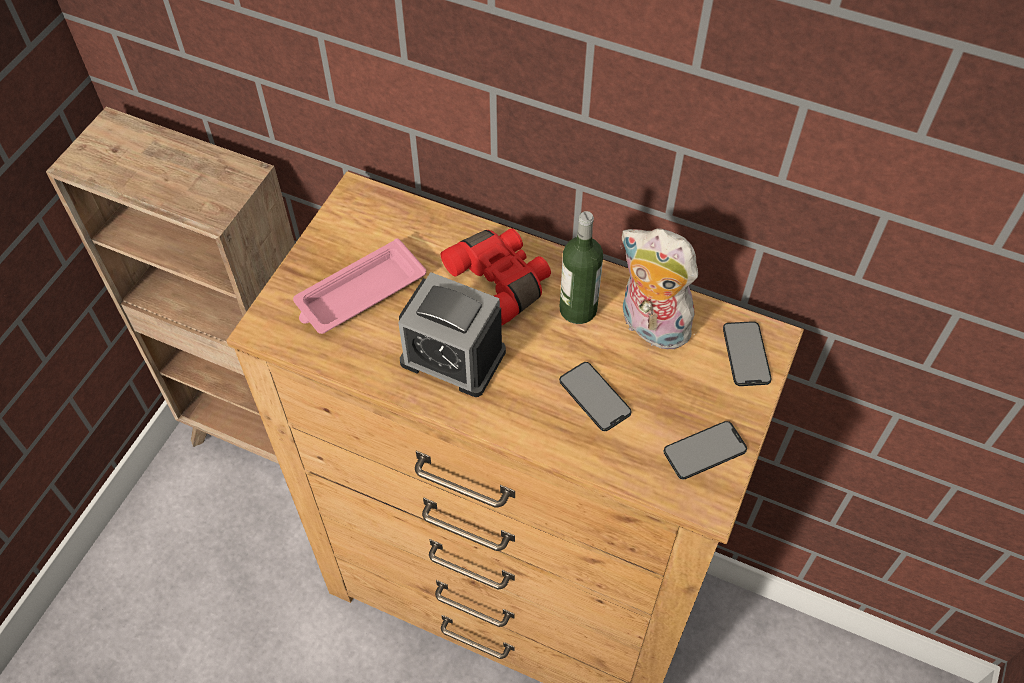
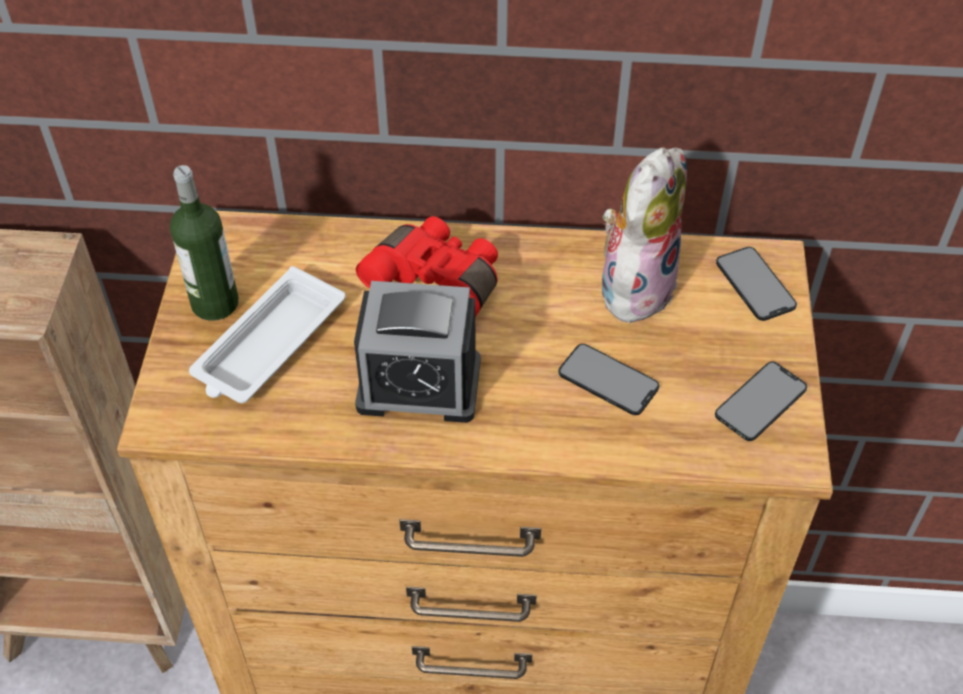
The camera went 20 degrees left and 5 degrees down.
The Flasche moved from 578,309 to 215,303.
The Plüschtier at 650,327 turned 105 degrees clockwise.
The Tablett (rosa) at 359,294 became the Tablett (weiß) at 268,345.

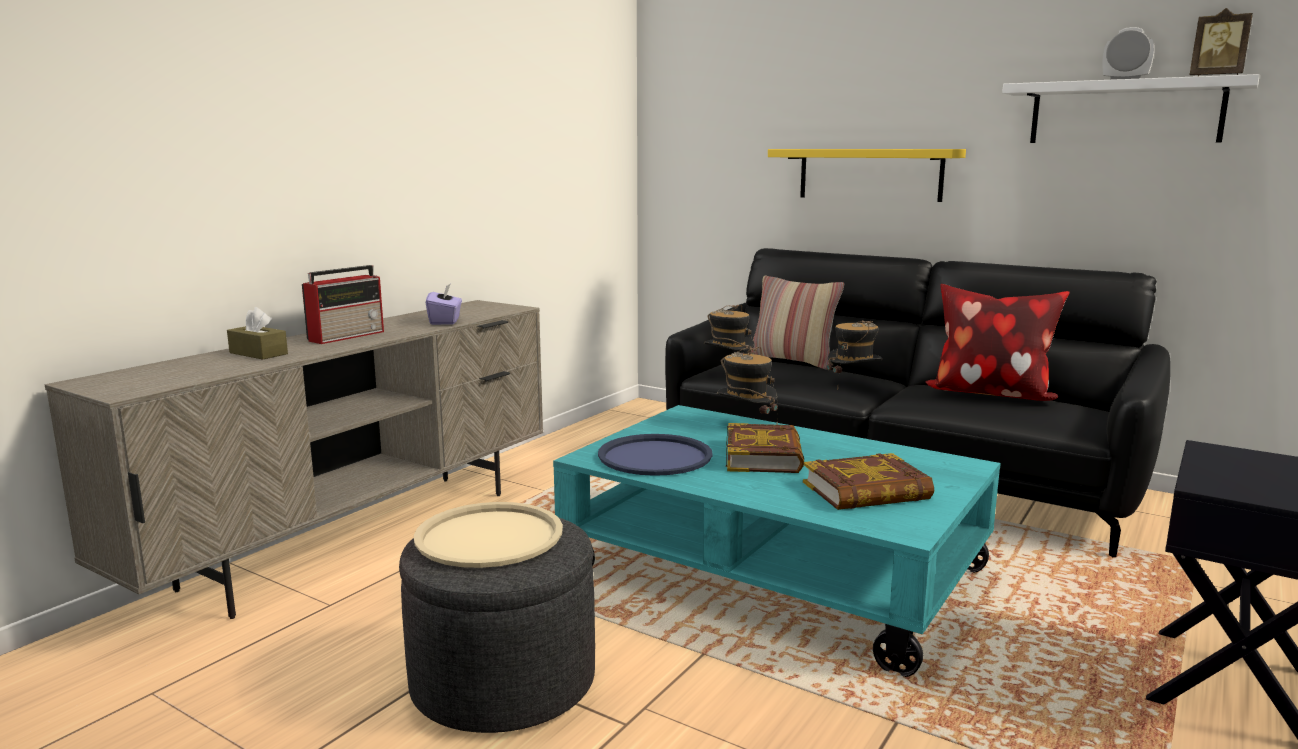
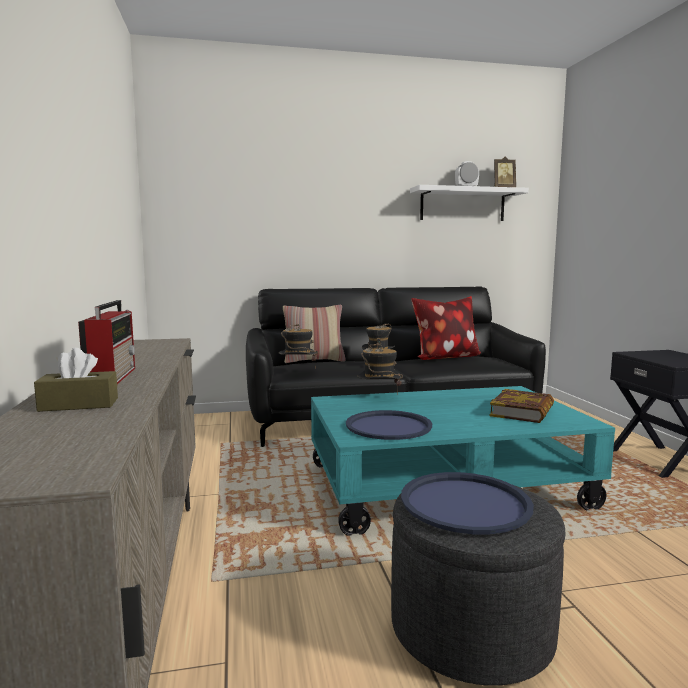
The camera went 45 degrees left and 5 degrees down.
The Wandregal (gelb) at 869,174 disappeared.
The Taschentuchbox (lila) at 445,321 disappeared.
The Buch at 764,456 disappeared.
The Tablett (beige) at 489,536 became the Tablett (blau) at 465,503.

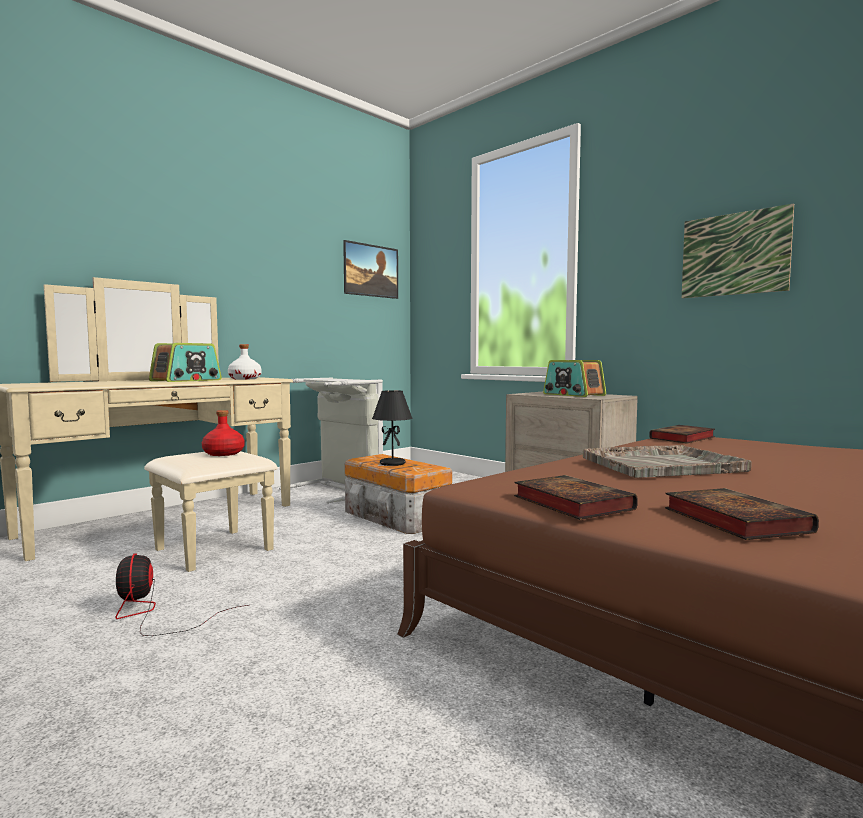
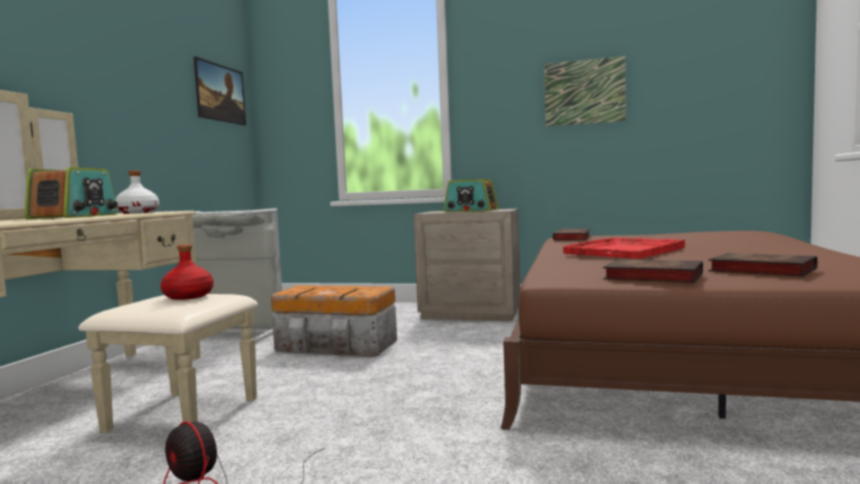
The camera went 30 degrees left and 0 degrees up.
The Tischlampe (schwarz) at 393,463 disappeared.
The Tablett (grau) at 663,464 became the Tablett (rot) at 625,250.

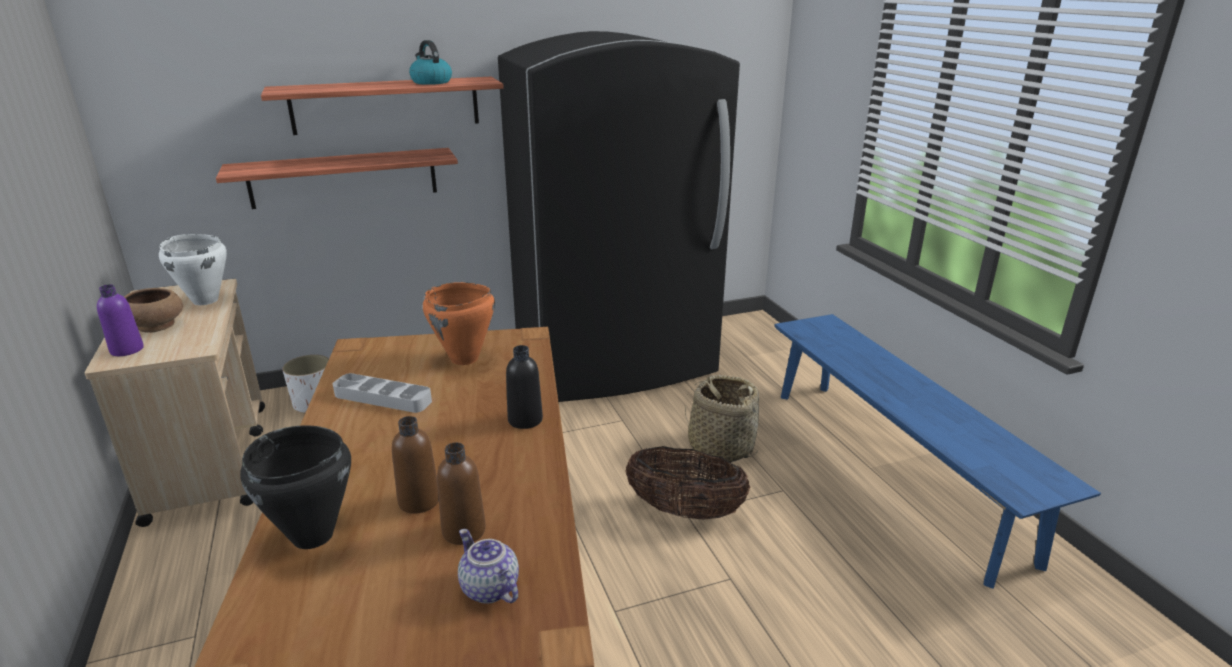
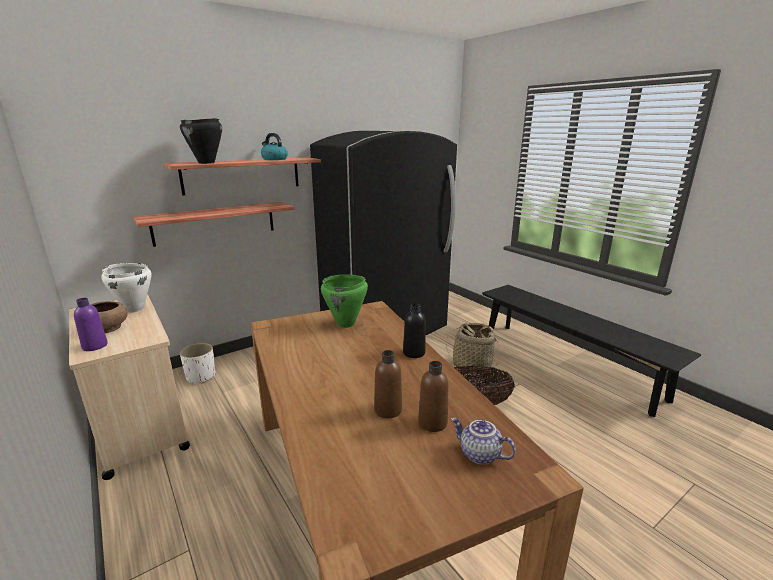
The camera went 15 degrees left and 5 degrees down.
The Kochtopf (orange) at 464,359 became the Kochtopf (grün) at 346,324.
The Bank (blau) at 891,468 became the Bank (schwarz) at 566,363.
The Tablett (grau) at 383,398 disappeared.
The Kochtopf (schwarz) moved from 313,536 to 206,163.

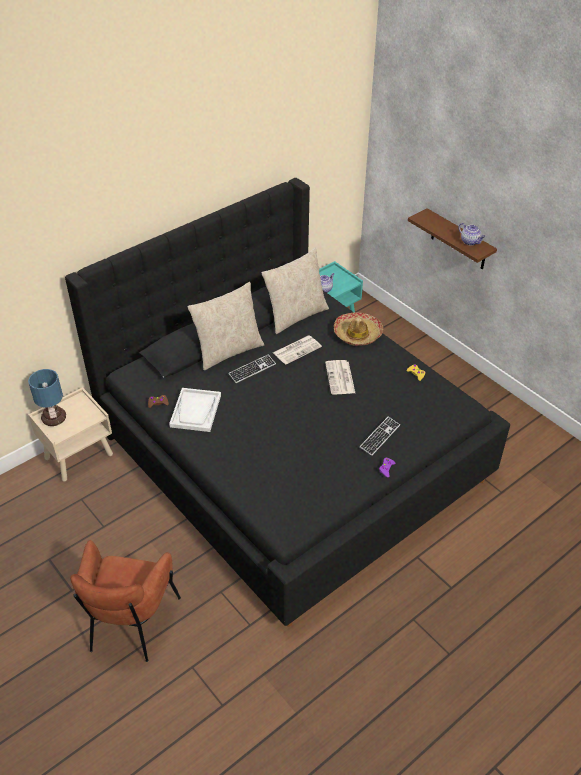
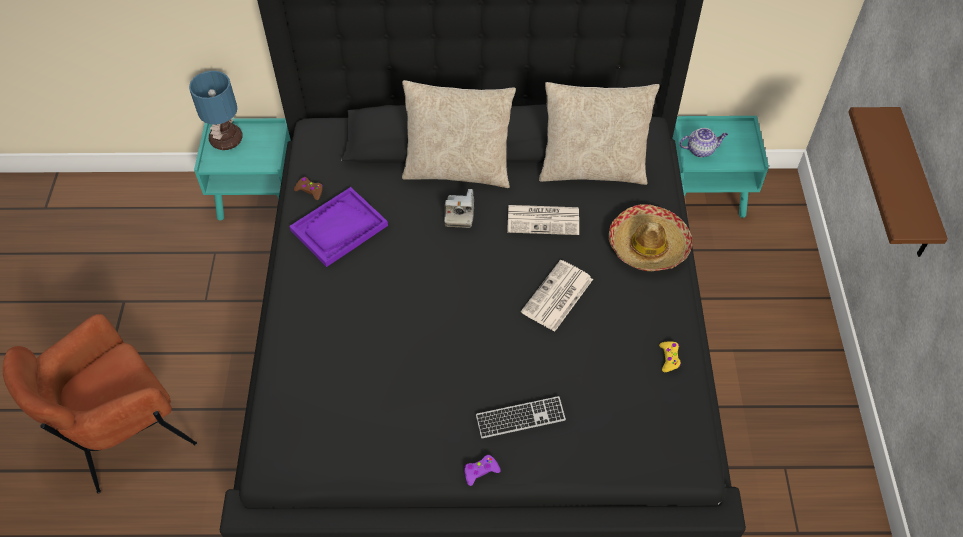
The camera went 40 degrees right and 10 degrees up.
The Teekanne at 470,242 disappeared.
The Tastatur at 252,369 was replaced by the Kamera at 459,213.
The Nachttisch (beige) at 79,456 became the Nachttisch (türkis) at 260,199.
The Tablett (weiß) at 196,411 became the Tablett (lila) at 339,228.

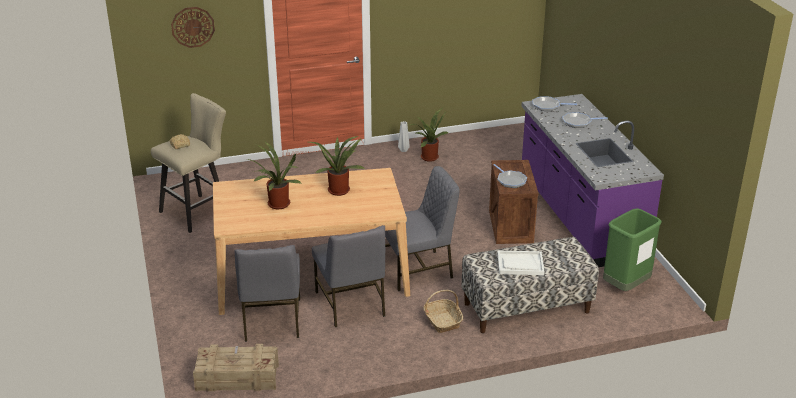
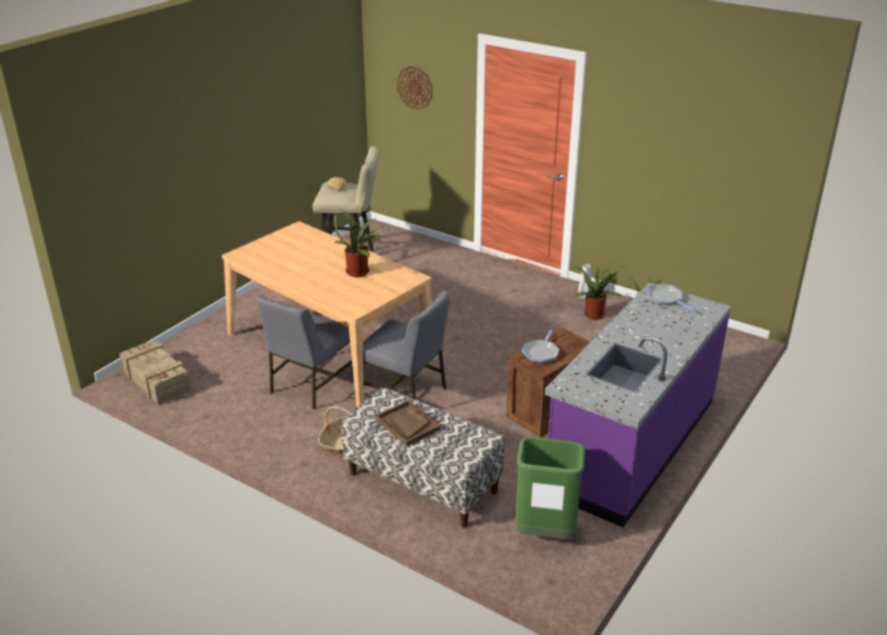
The camera went 50 degrees right and 0 degrees up.
The Pfanne at 578,122 disappeared.
The Topfpflanze at 277,205 disappeared.
The Stuhl (grau) at 271,320 disappeared.
The Tablett (weiß) at 520,264 became the Tablett (braun) at 407,424.

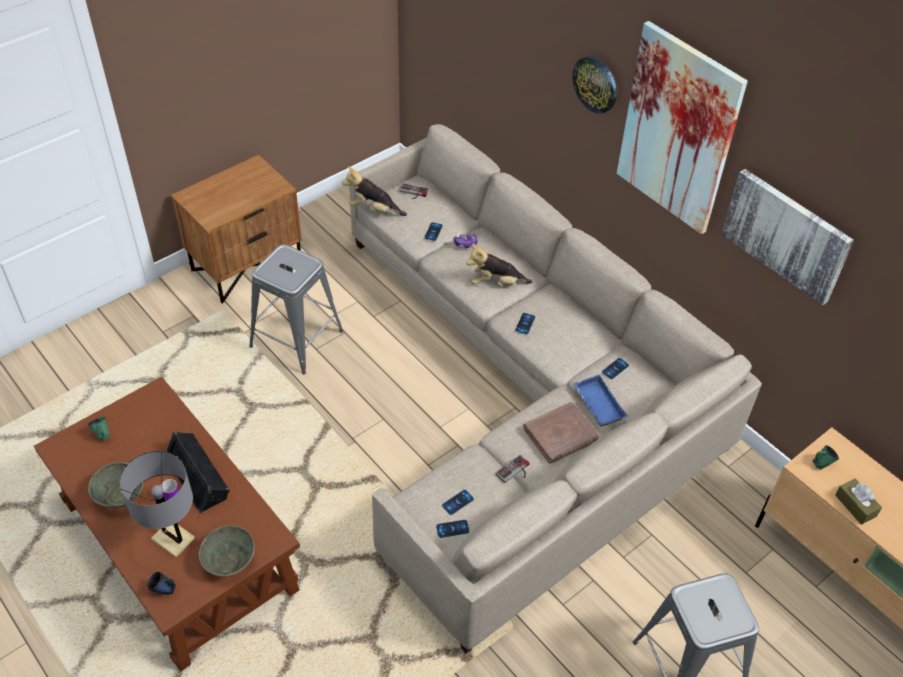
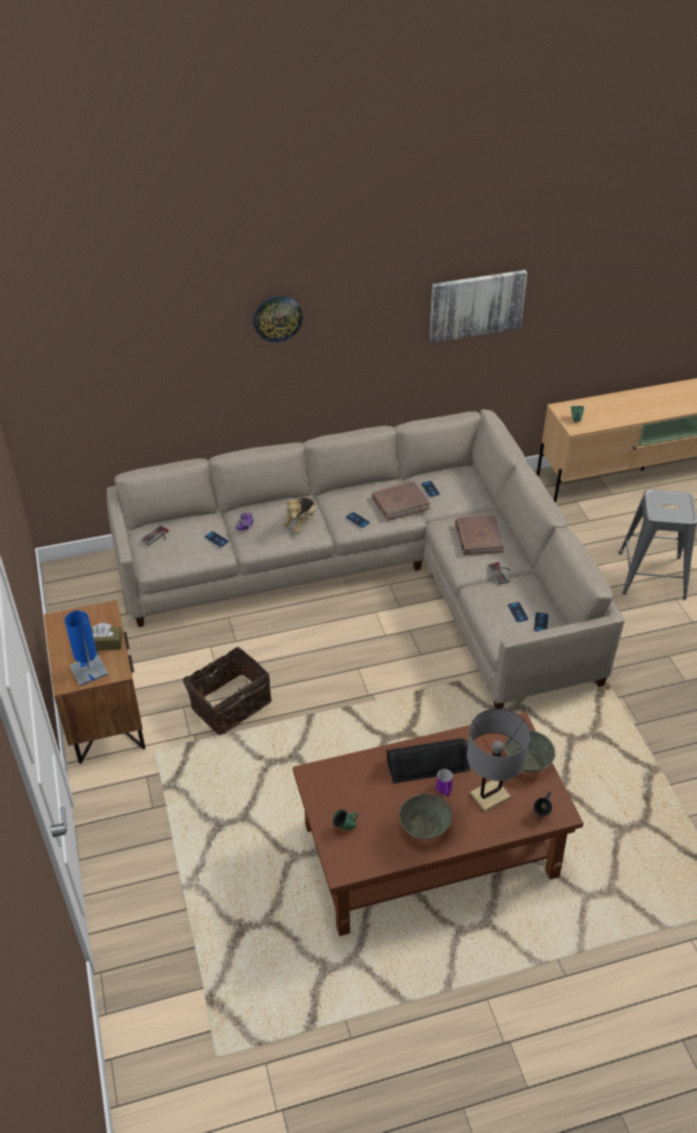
The camera went 65 degrees left and 5 degrees down.
The Bild at 678,130 disappeared.
The Plüschtier at 374,209 disappeared.
The Hocker (grau) at 296,339 was replaced by the Korb at 229,703.
The Tablett (blau) at 596,404 disappeared.
The Taschentuchbox (braun) moved from 855,505 to 105,643.
The Buch (braun) at 400,502 appeared.
The Tischlampe (blau) at 89,670 appeared.

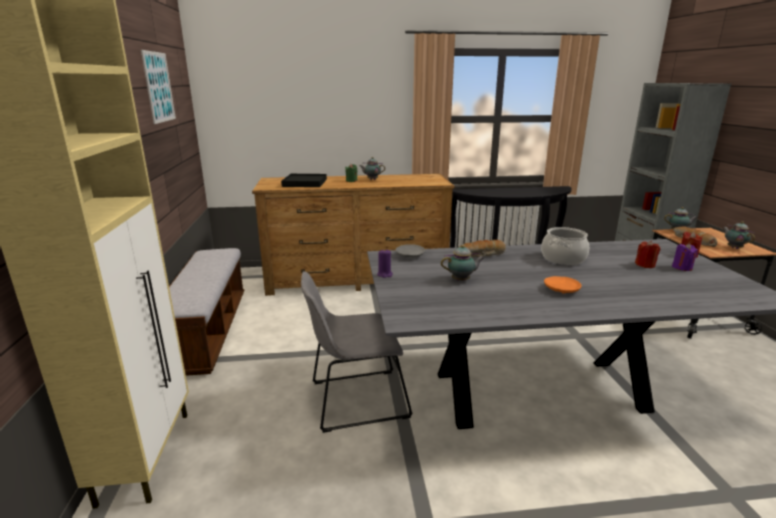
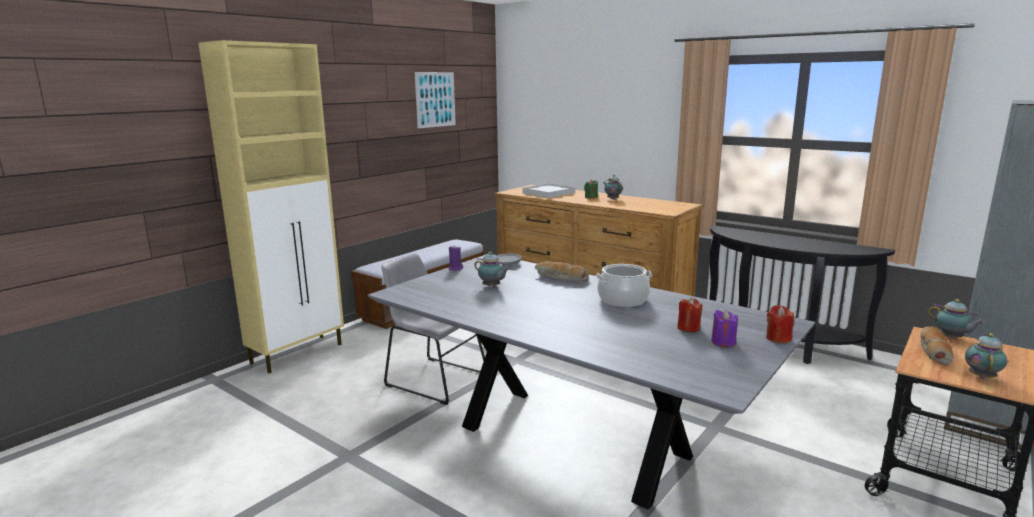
The camera went 45 degrees right and 5 degrees down.
The Tablett (schwarz) at 304,183 became the Tablett (weiß) at 548,193.
The Teller (orange) at 561,289 disappeared.

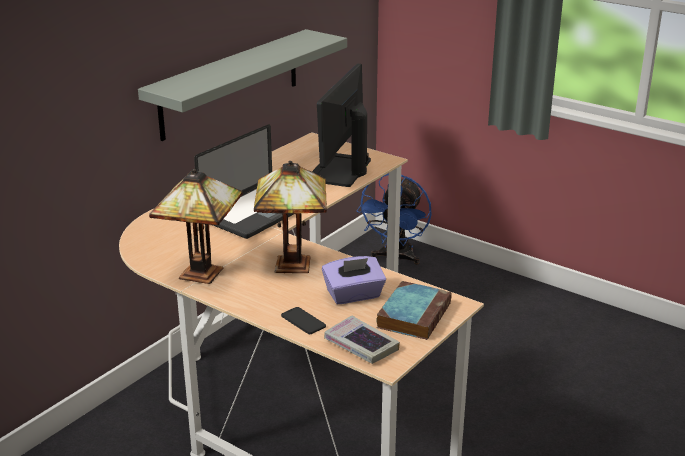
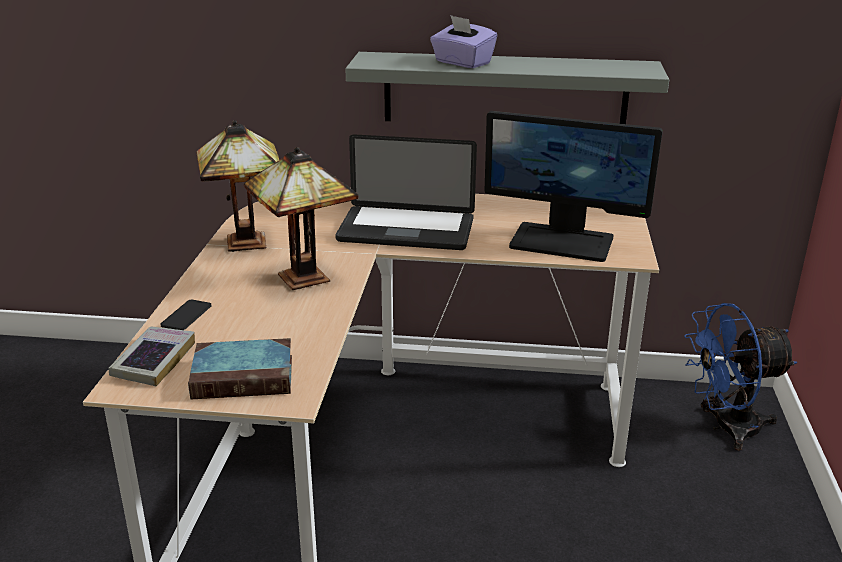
The camera went 60 degrees right and 0 degrees up.
The Monitor at 340,170 turned 150 degrees counterclockwise.
The Taschentuchbox (lila) moved from 354,295 to 462,63.

